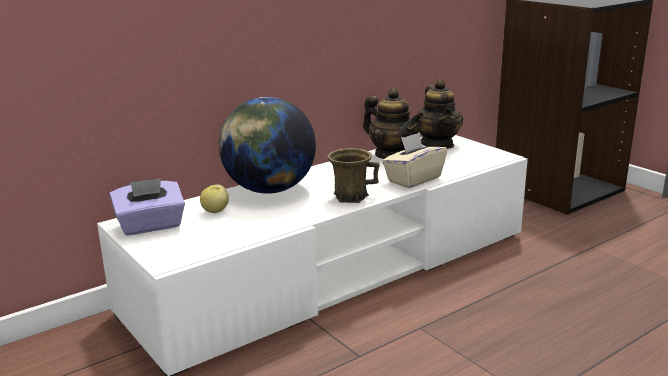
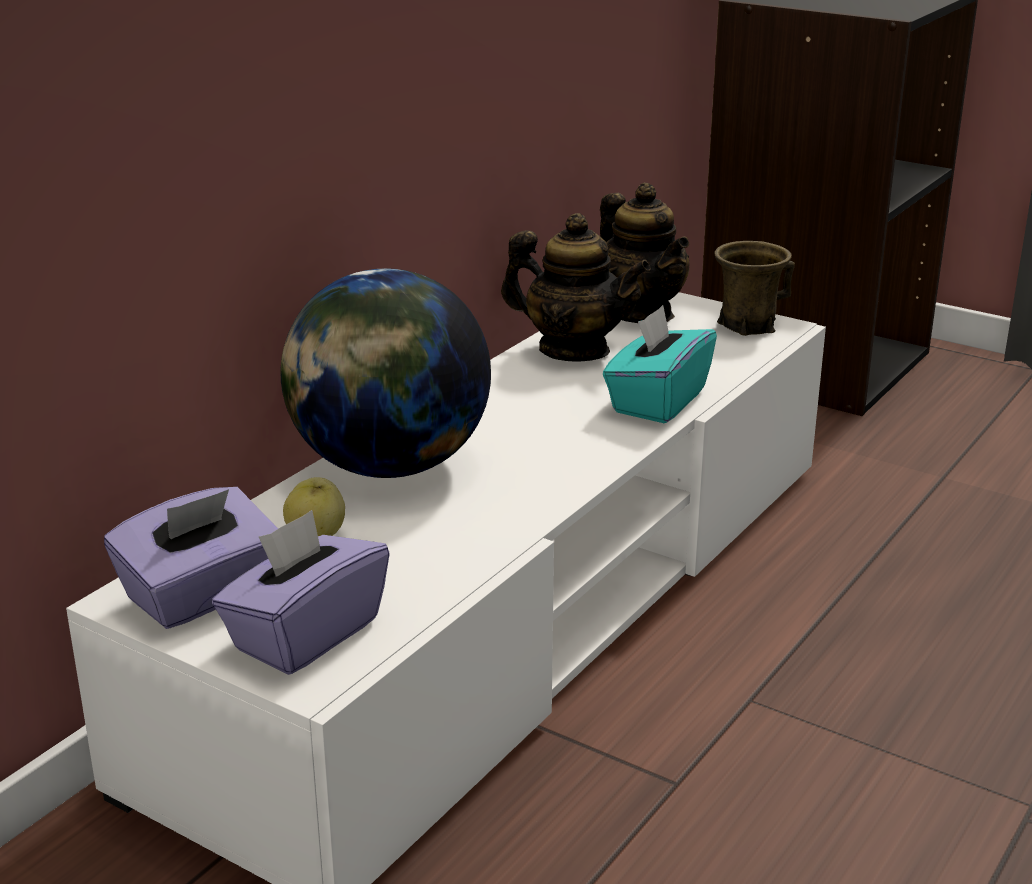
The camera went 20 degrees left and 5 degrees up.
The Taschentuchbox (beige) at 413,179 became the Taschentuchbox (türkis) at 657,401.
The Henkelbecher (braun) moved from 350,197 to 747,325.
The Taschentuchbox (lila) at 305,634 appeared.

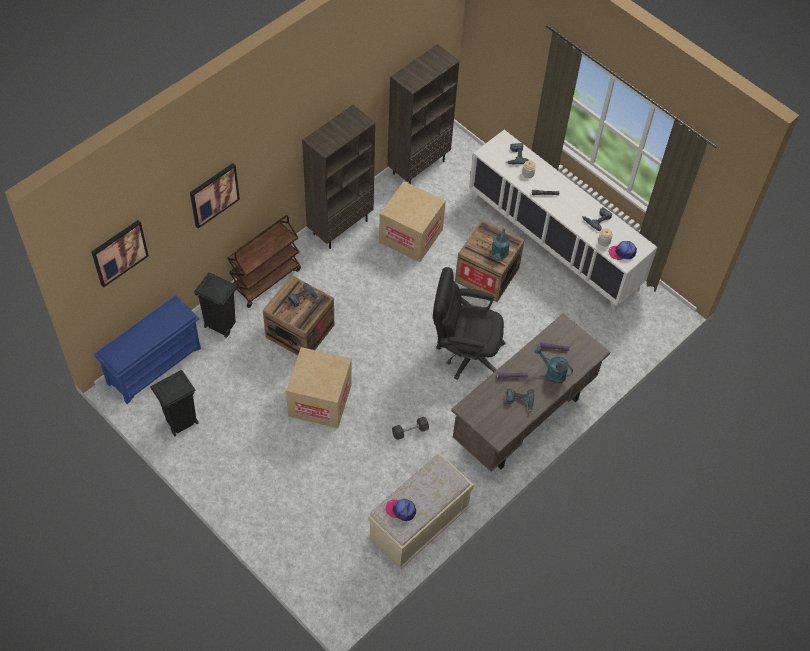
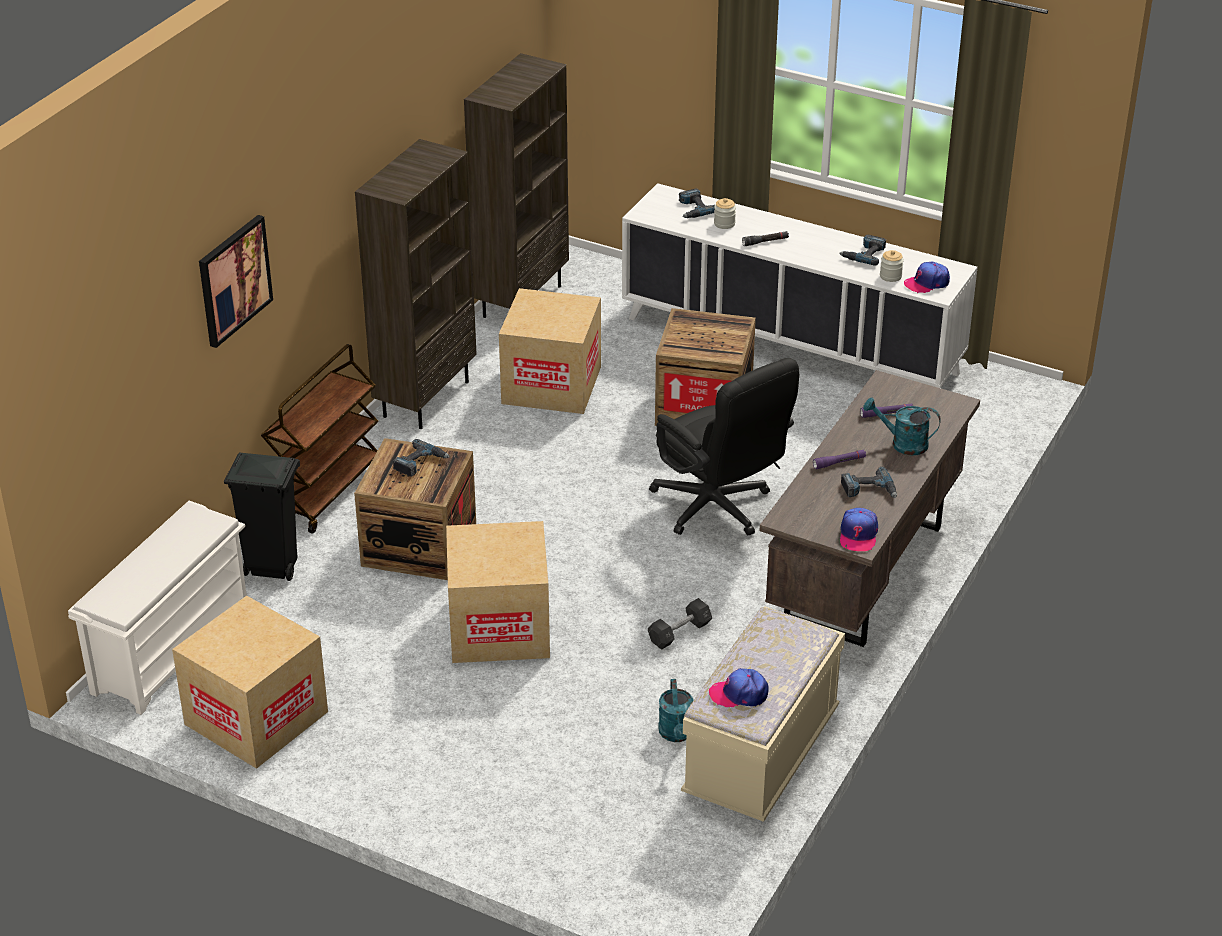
The camera went 15 degrees left and 20 degrees down.
The Bild at 119,252 disappeared.
The Gießkanne (türkis) moved from 499,254 to 677,734.
The Bürostuhl (schwarz) at 464,352 turned 120 degrees counterclockwise.
The Schuhregal (blau) at 154,364 became the Schuhregal (weiß) at 171,648.
The Mülleimer (schwarz) at 181,423 was replaced by the Karton at 256,718.
The Kappe at 858,535 appeared.

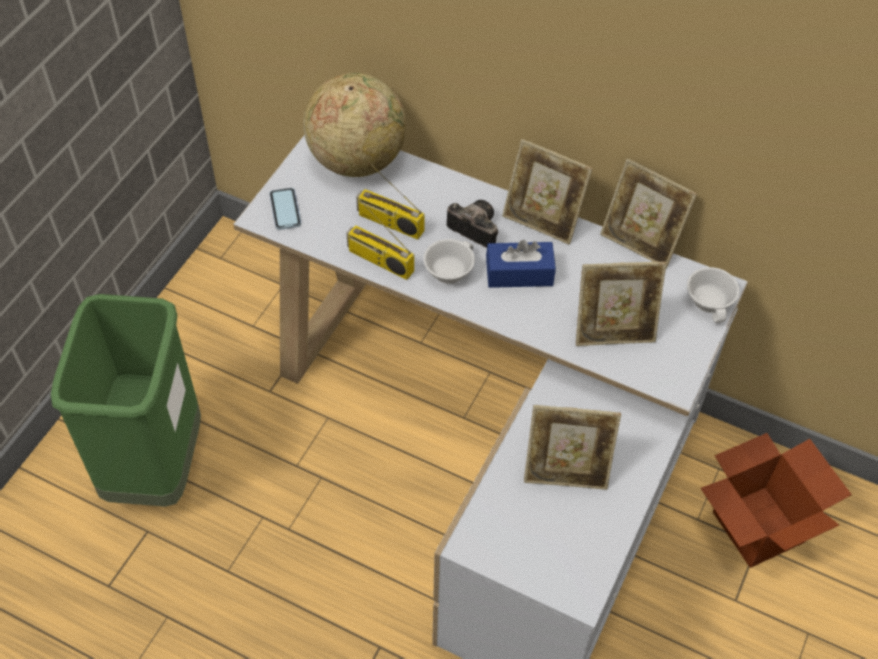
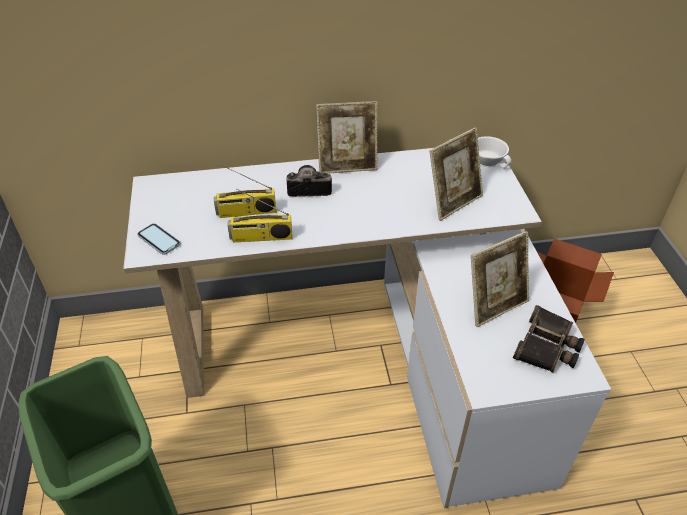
The camera went 35 degrees left and 10 degrees down.
The Globus at 357,160 disappeared.
The Bilderrahmen at 640,242 disappeared.
The Tasse (weiß) at 448,270 disappeared.
The Taschentuchbox (blau) at 519,273 disappeared.
The Fernglas at 547,347 appeared.

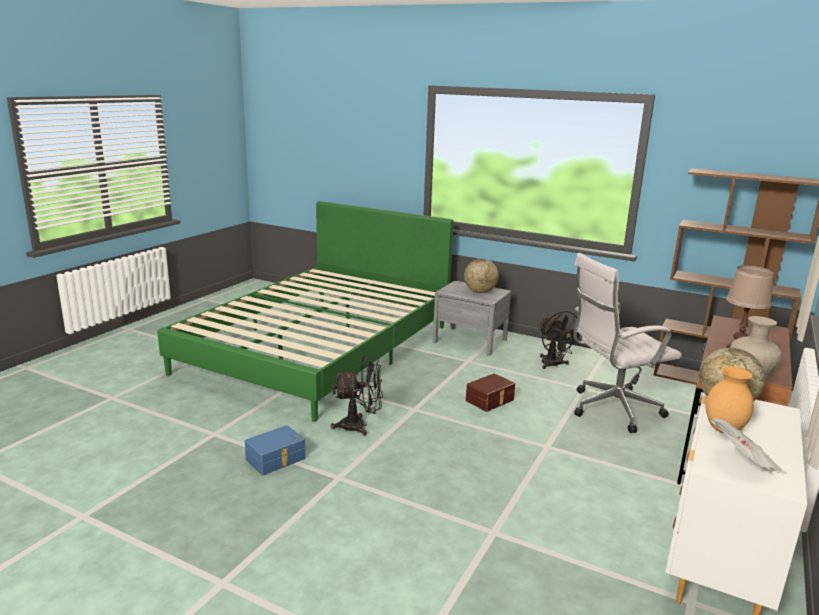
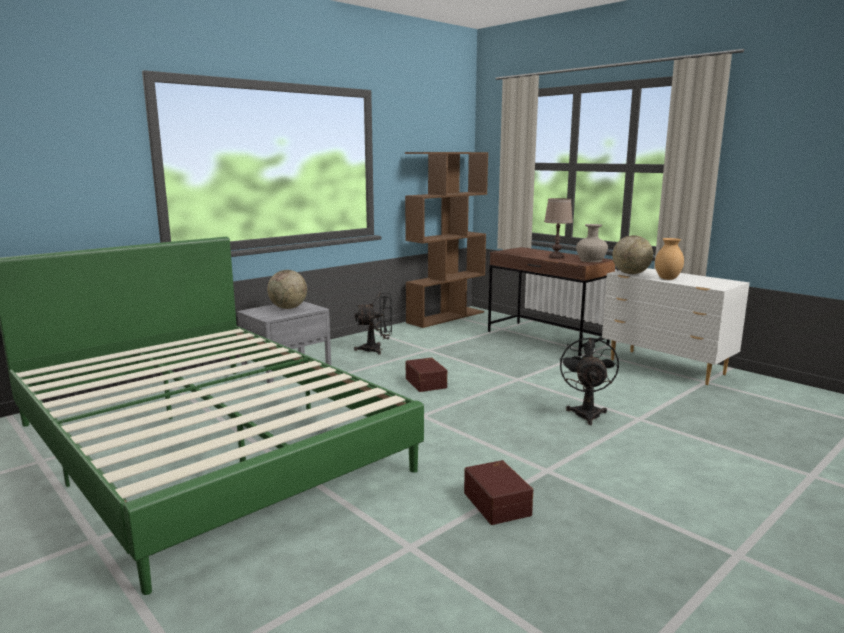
The camera went 70 degrees left and 5 degrees down.
The Bürostuhl (weiß) at 611,410 disappeared.
The Ventilator (schwarz) moved from 359,426 to 586,412.
The Zeitung at 744,463 disappeared.
The Aufbewahrungsbox (blau) at 276,459 became the Aufbewahrungsbox (braun) at 498,503.

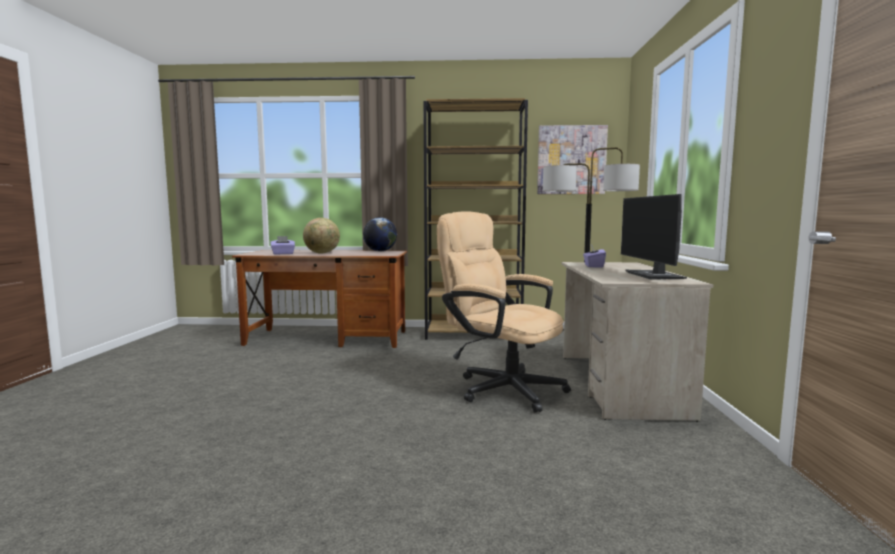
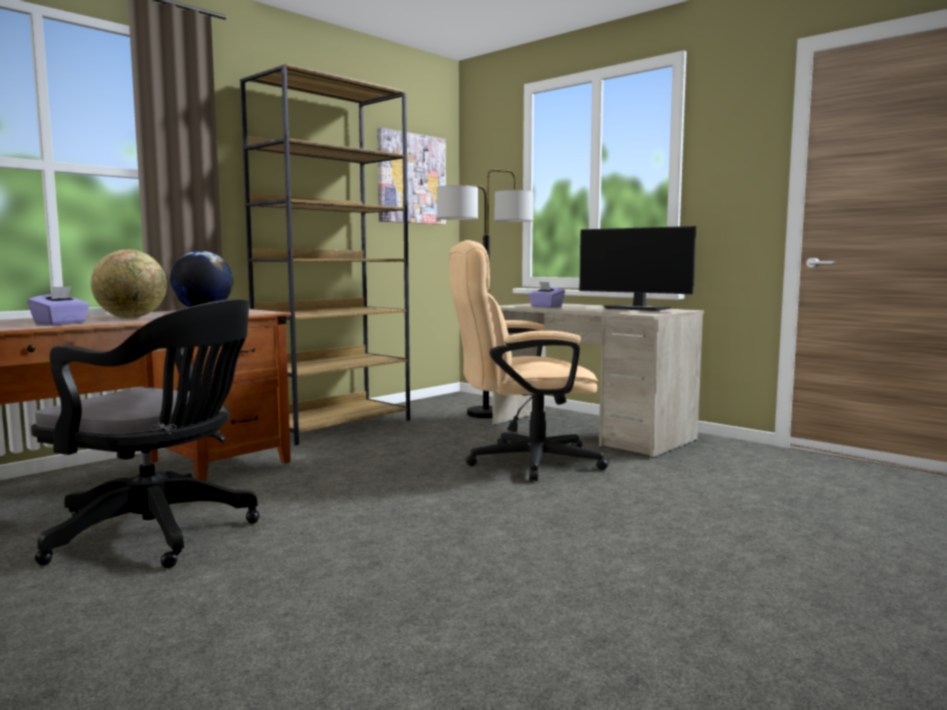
The camera went 50 degrees left and 0 degrees up.
The Bürostuhl (schwarz) at 160,533 appeared.

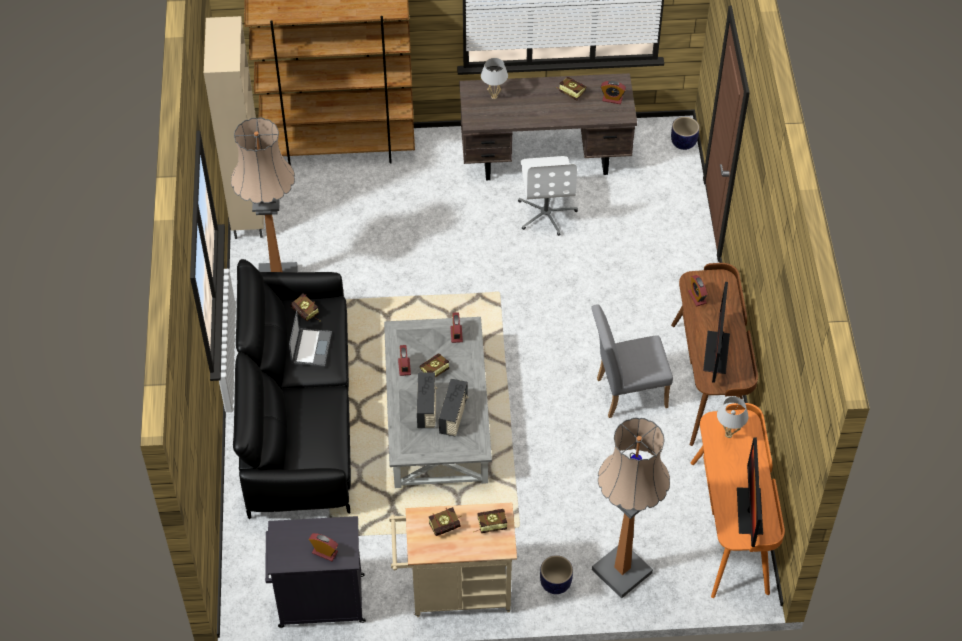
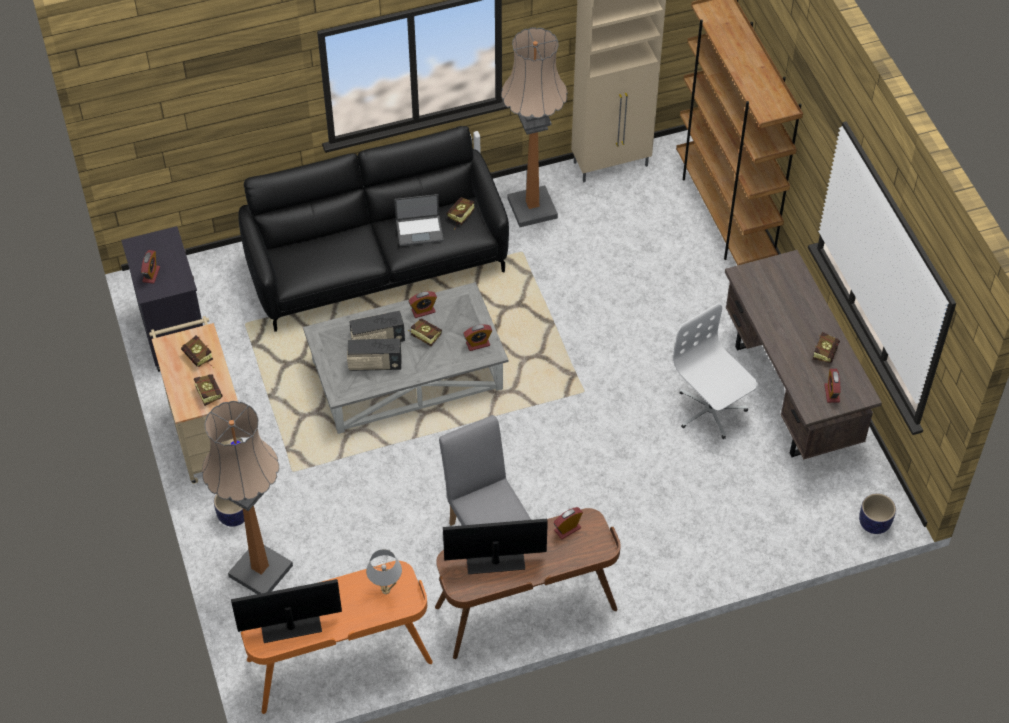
The camera went 75 degrees right and 0 degrees up.
The Tischlampe (weiß) at 494,96 disappeared.
The Bürostuhl (weiß) at 546,213 turned 75 degrees clockwise.

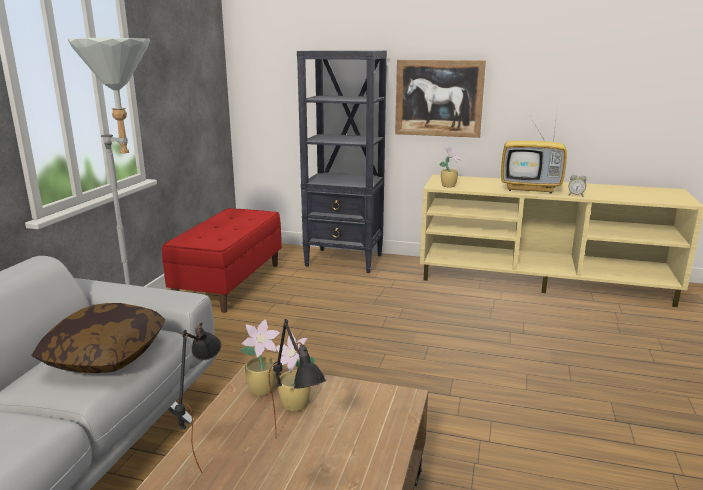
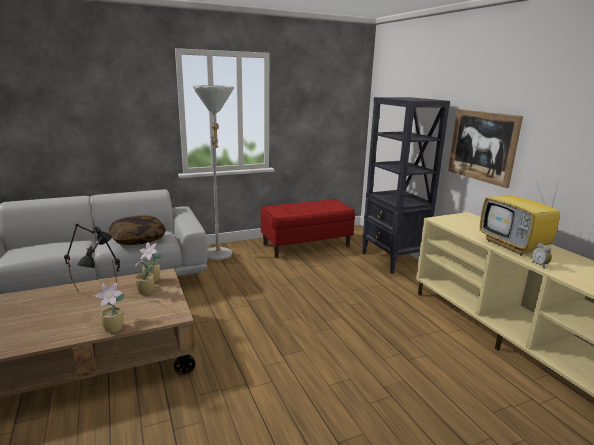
The camera went 50 degrees right and 0 degrees up.
The Topfpflanze moved from 449,186 to 114,329.

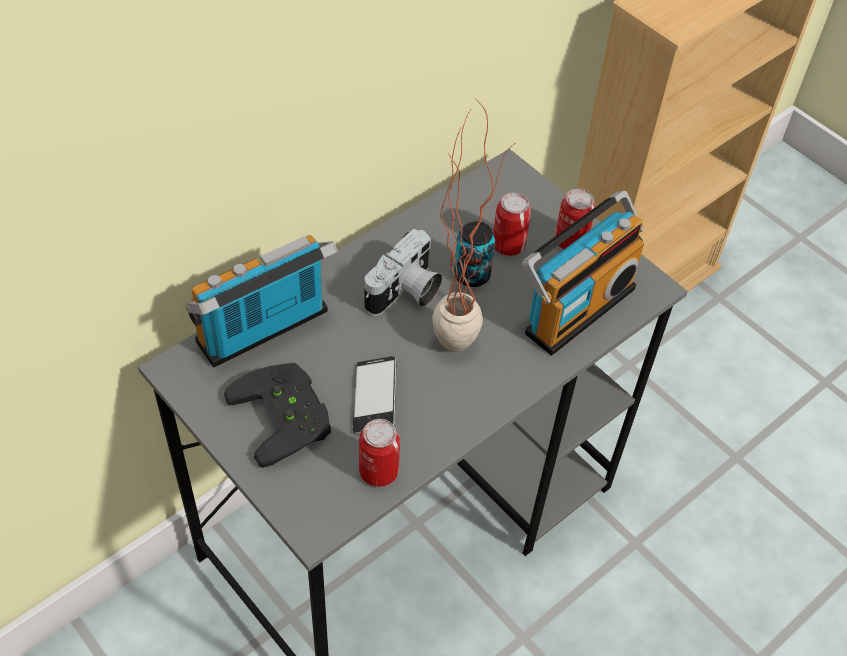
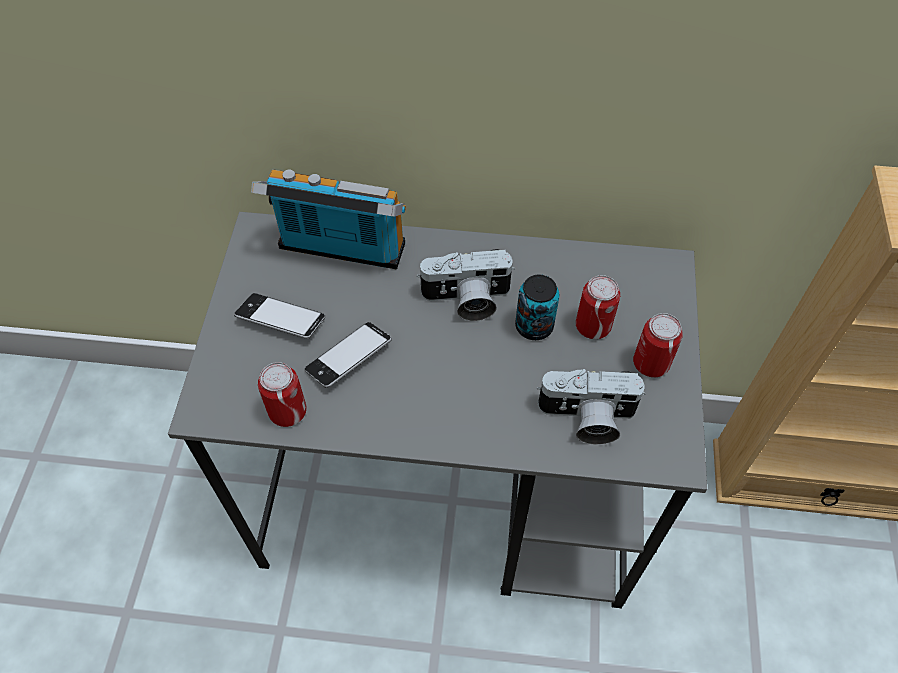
The camera went 50 degrees right and 5 degrees up.
The Topfpflanze at 460,332 disappeared.
The Radio at 575,307 was replaced by the Kamera at 586,419.
The Gamepad (schwarz) at 287,416 was replaced by the Handy at 281,320.

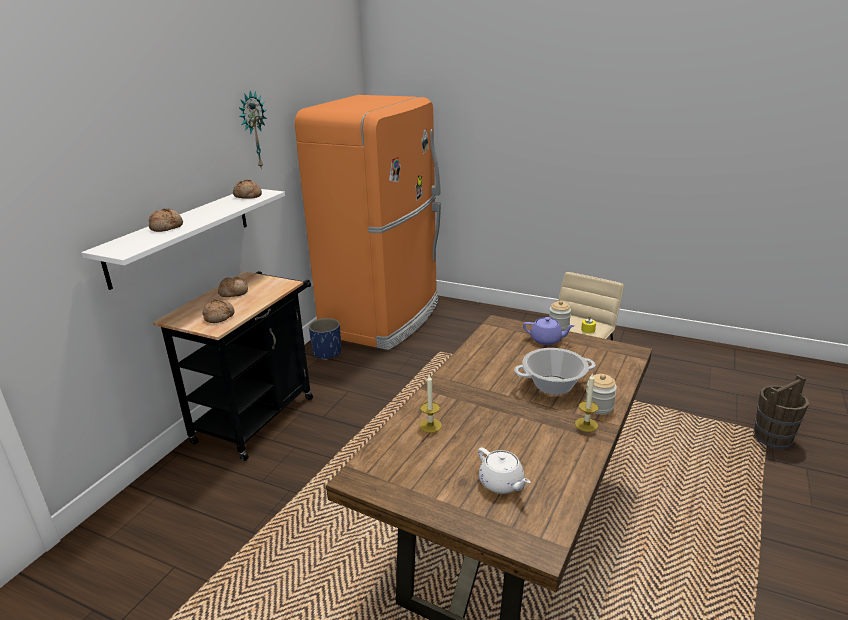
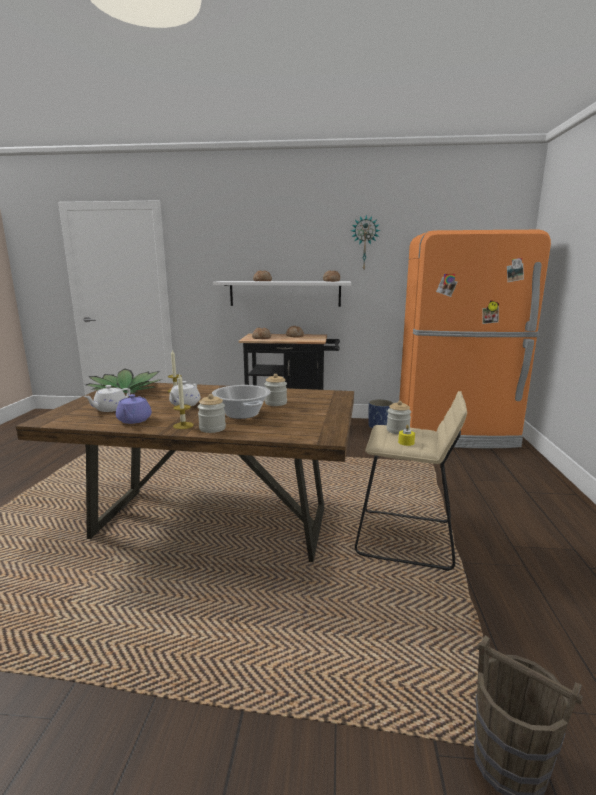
The camera went 70 degrees right and 10 degrees down.
The Teekanne (lila) moved from 547,340 to 134,420.
The Topfpflanze at 126,391 appeared.
The Vorratsglas at 276,403 appeared.
The Teekanne (weiß) at 184,404 appeared.

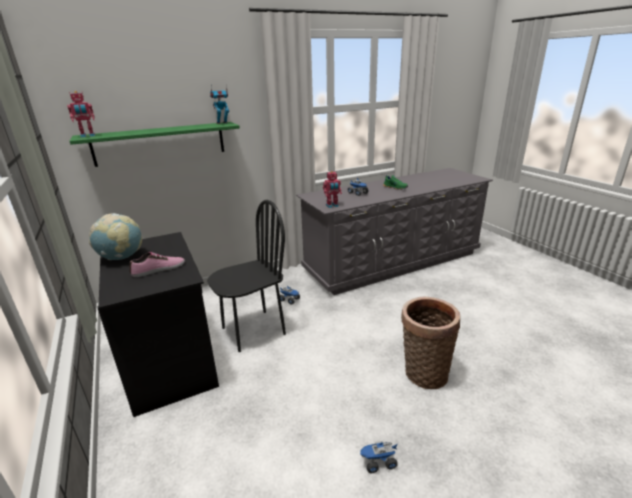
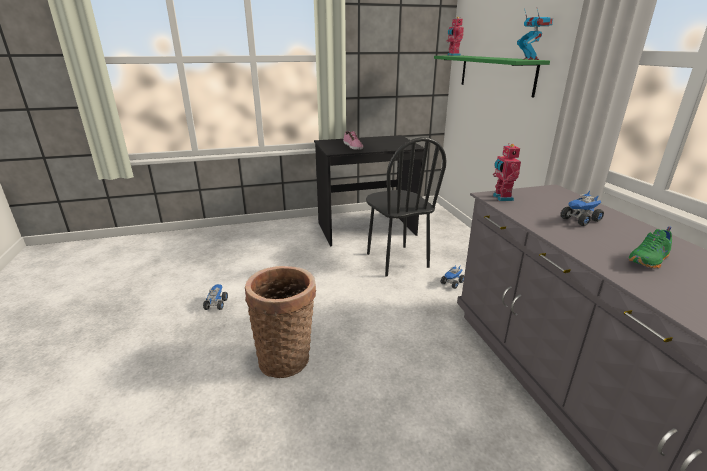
The camera went 100 degrees right and 0 degrees up.
The Globus at 121,257 disappeared.

